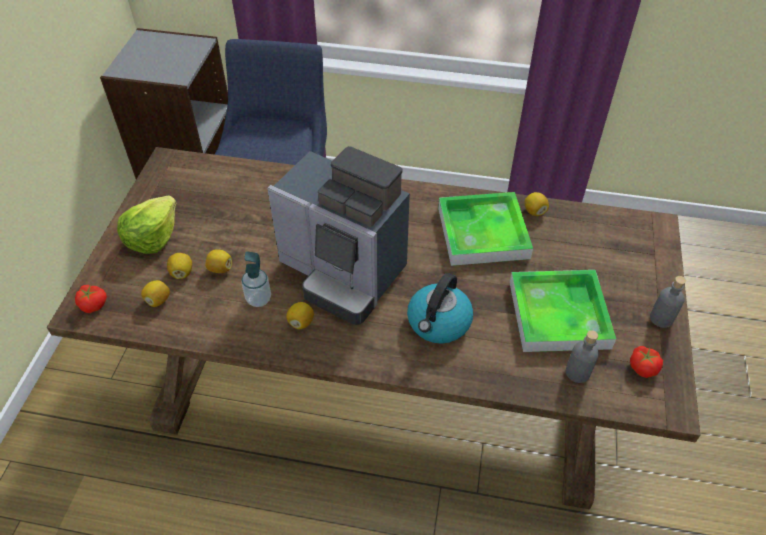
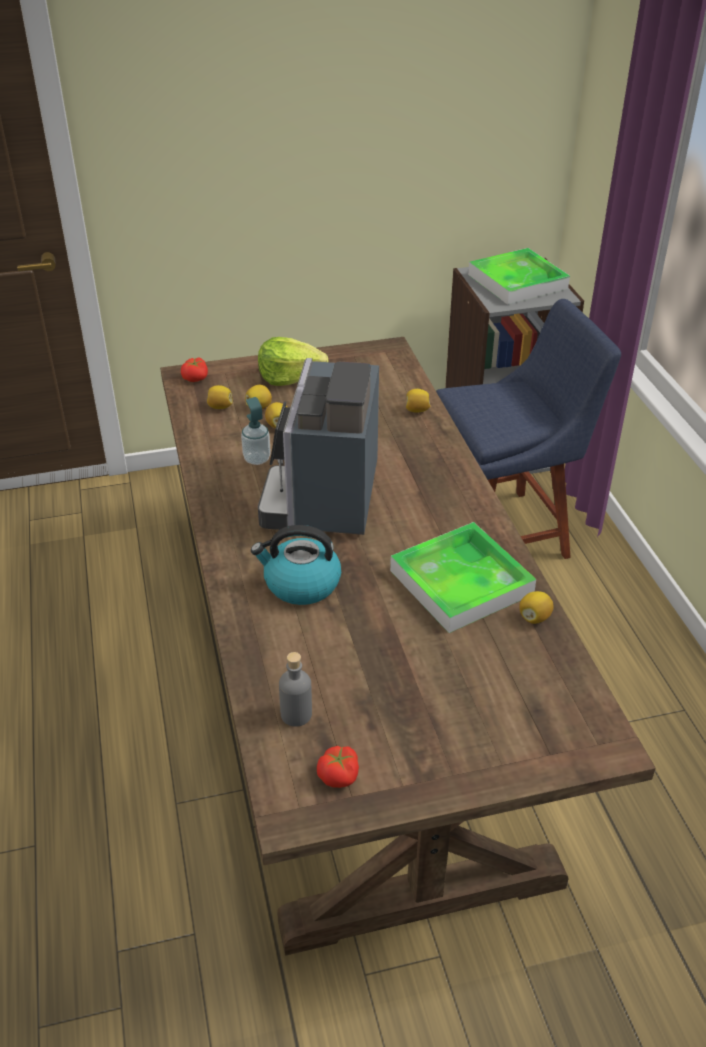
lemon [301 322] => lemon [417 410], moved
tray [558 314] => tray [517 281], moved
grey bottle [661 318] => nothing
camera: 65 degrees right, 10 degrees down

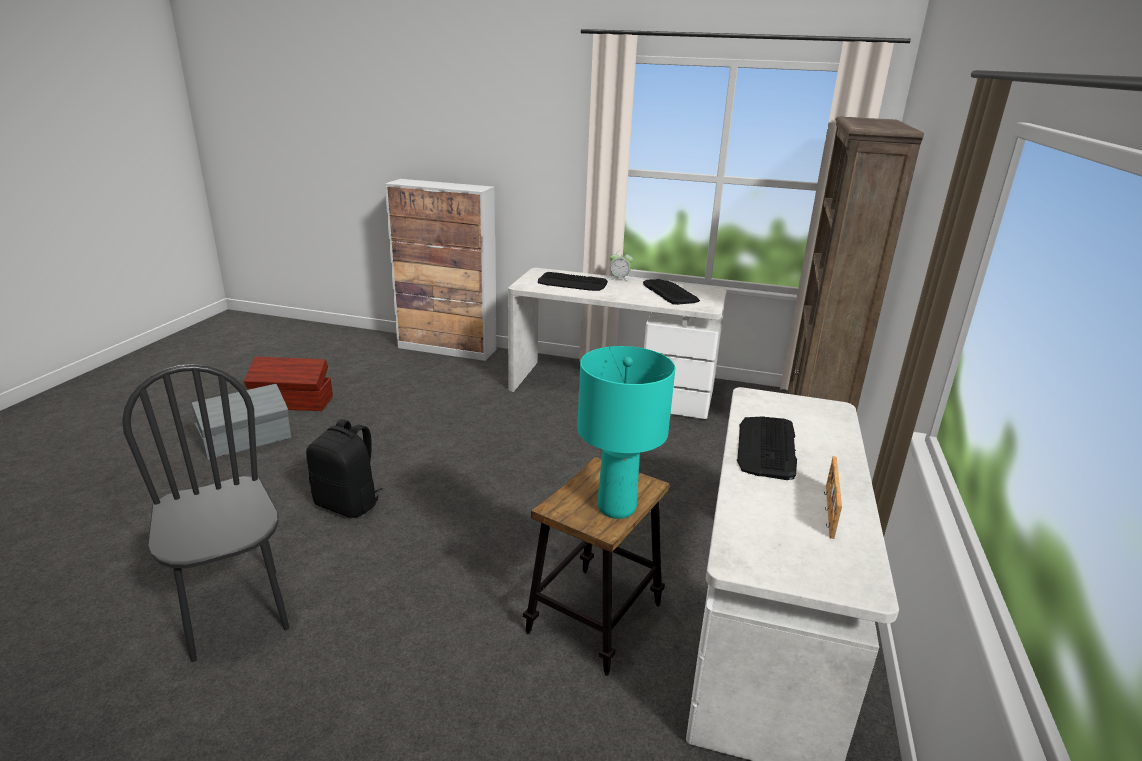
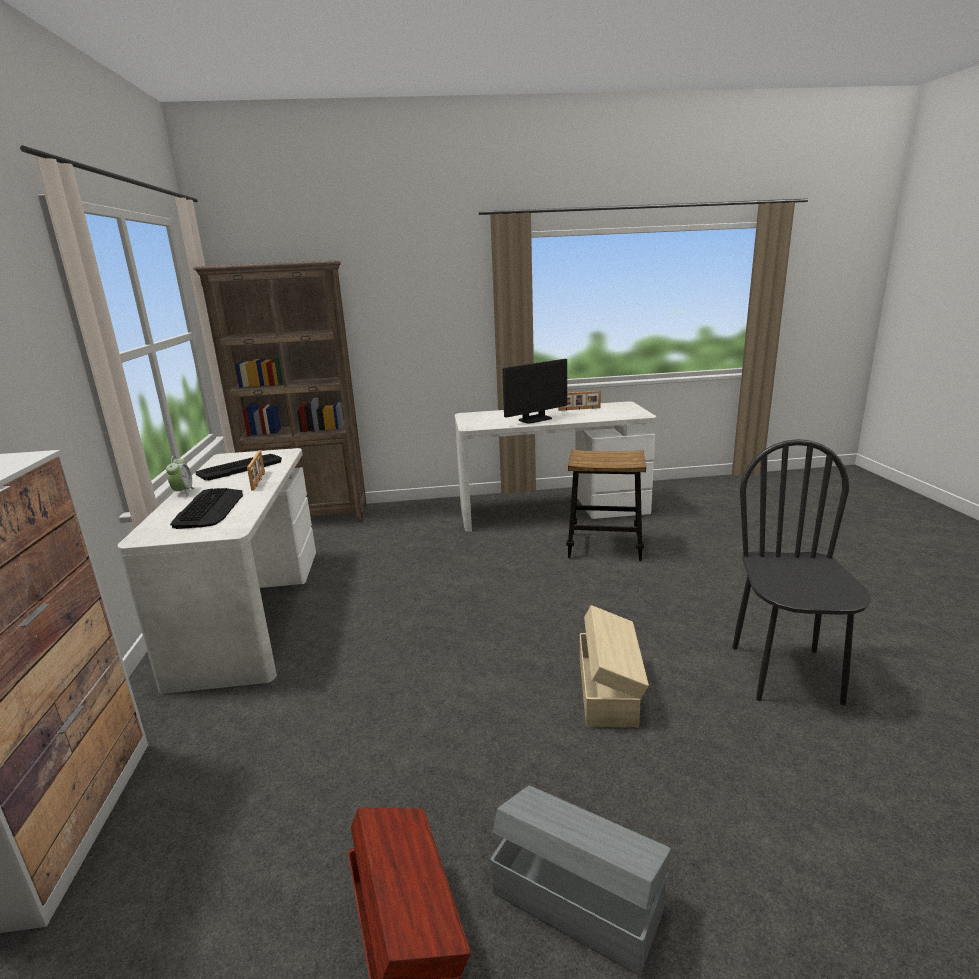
black chair [235 613] => black chair [786 674], 150 degrees clockwise
black backpack [348 504] => beige storage box [608 689]
turquoise table lamp [617 508] => nothing
keyboard [767 447] => monitor [535 419]
nothing => picture frame [259 480]
camera: 110 degrees left, 5 degrees down

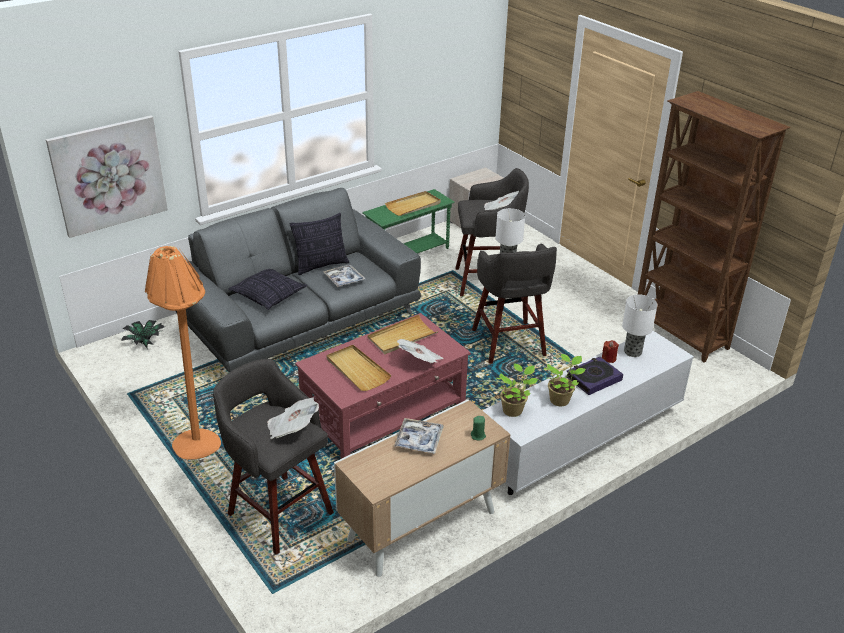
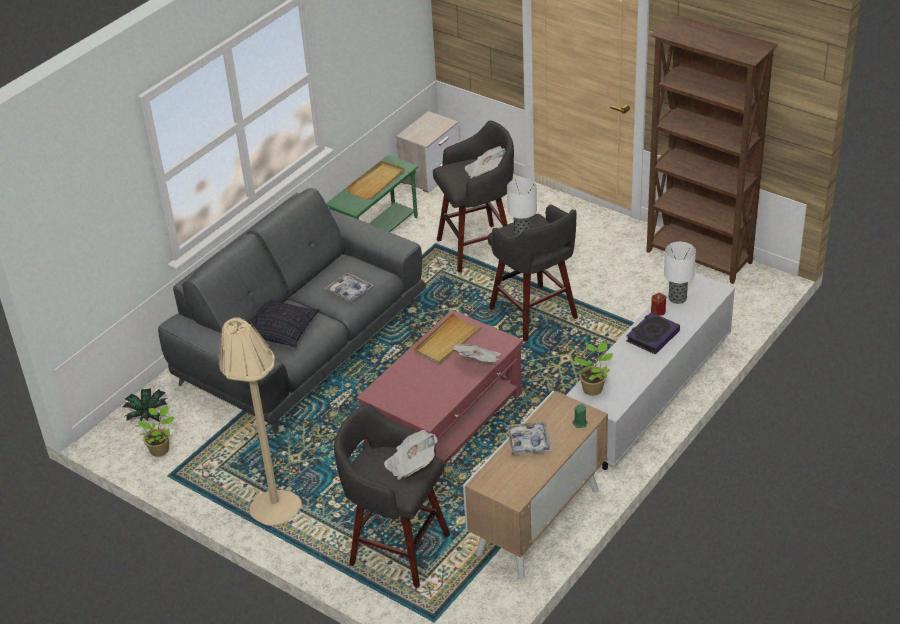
picture [109 175] => nothing
orange floor lamp [199 437] => beige floor lamp [273 499]
pillow [321 265] => nothing
beige tray [357 370] => nothing
potted plant [560 399] => potted plant [160 449], moved
camera: 15 degrees left, 5 degrees up

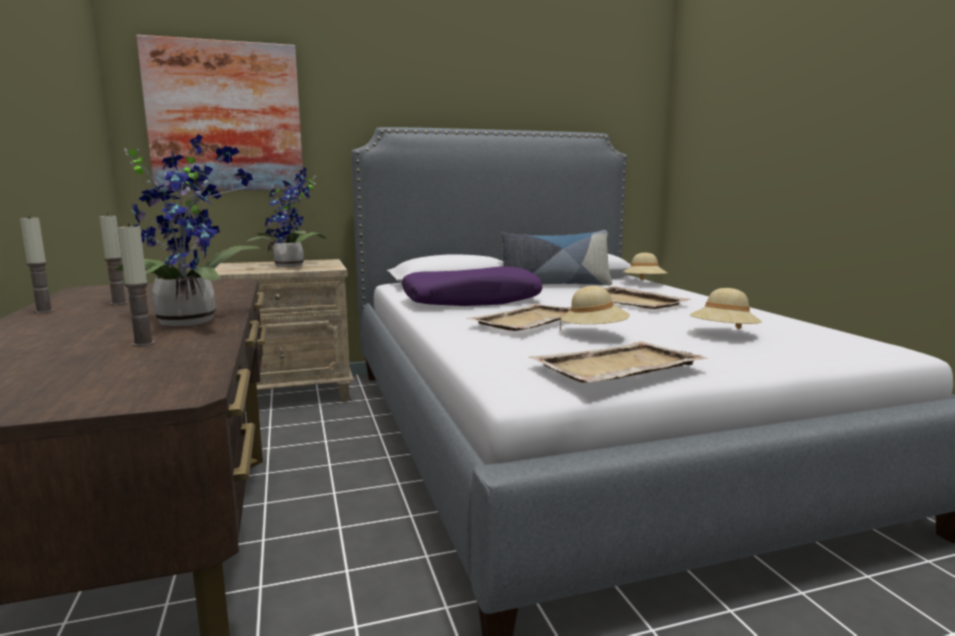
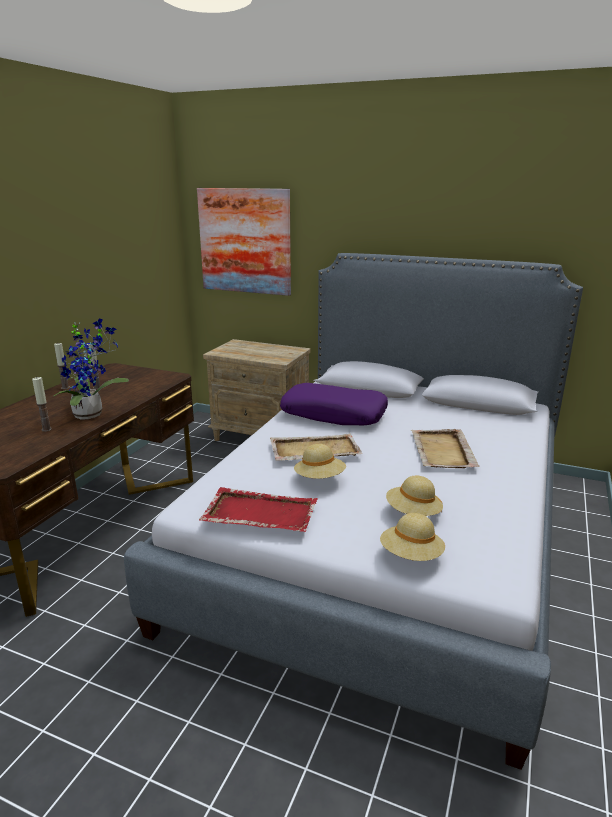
potted plant [292 266] => nothing
pillow [555 285] => nothing
beige tray [616 367] => red tray [259 513]
beige hat [644 283] => beige hat [411 555], moved
camera: 40 degrees right, 10 degrees up

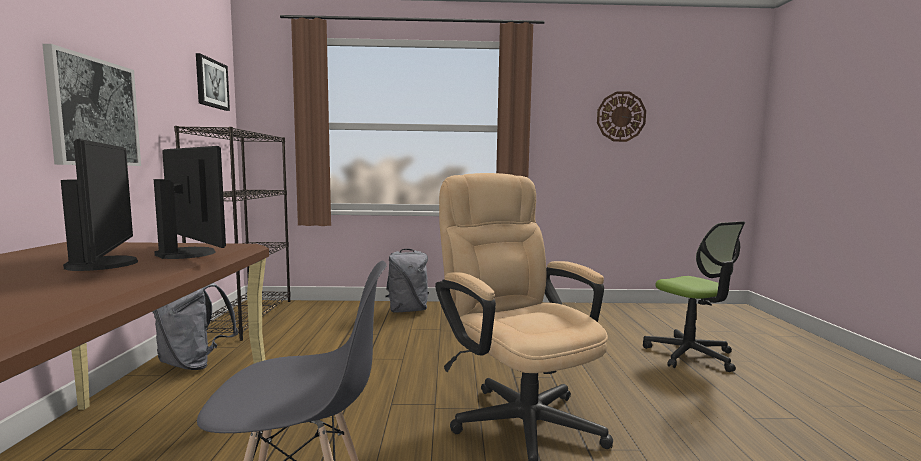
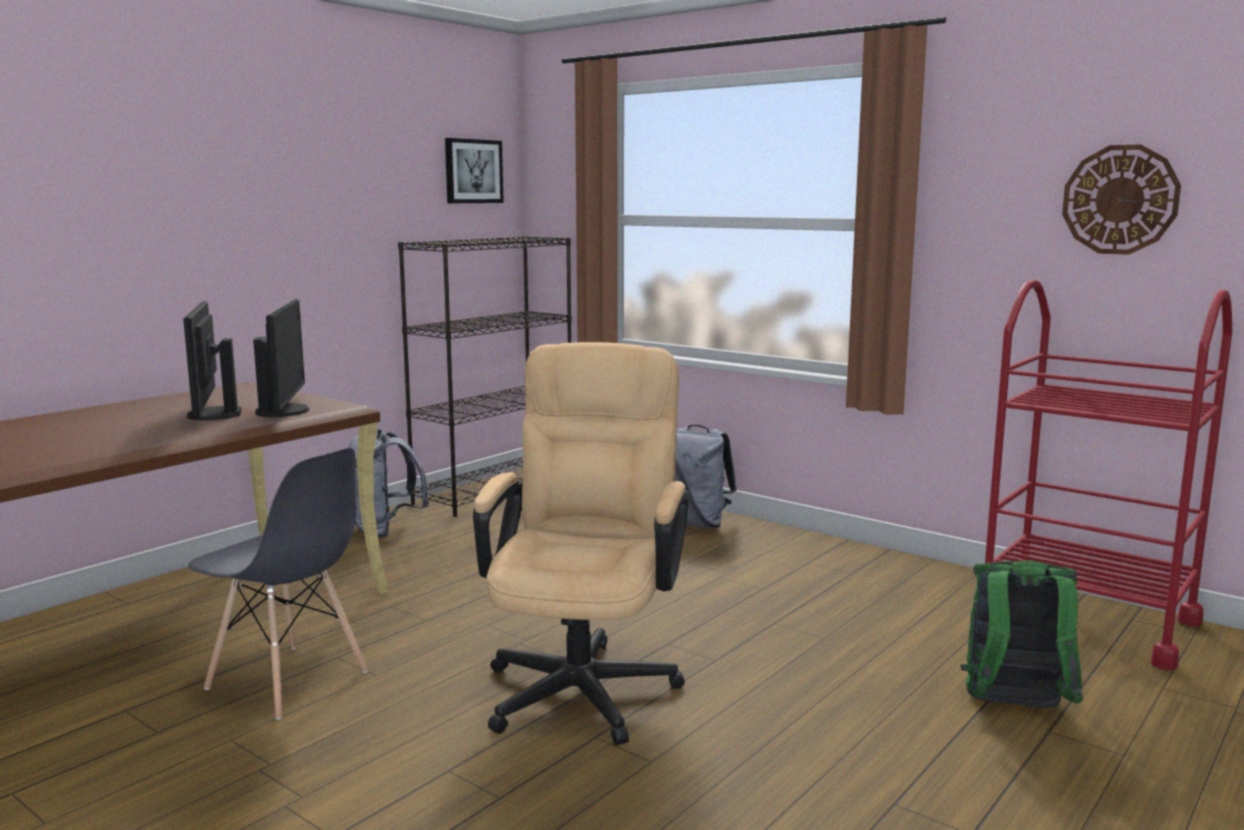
picture [94 112] => nothing
monitor [106 264] => monitor [212 415], 150 degrees clockwise
office chair [690 355] => green backpack [1014 708]
nothing => red cart [1086 620]
camera: 40 degrees right, 5 degrees up

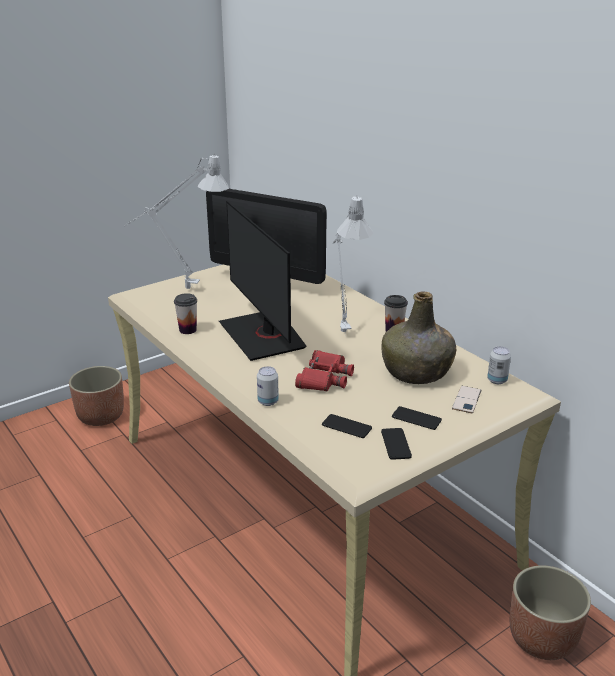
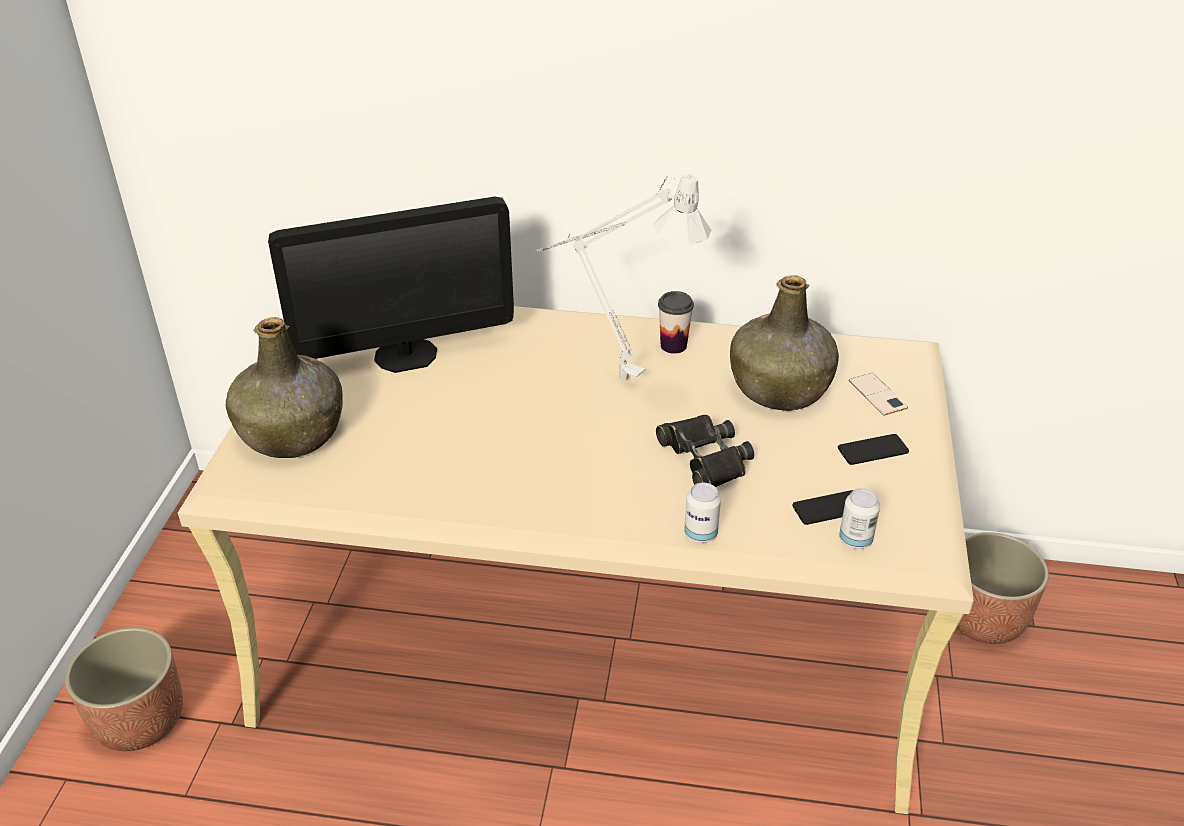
grey table lamp [181 289] => green bottle [293 433]
cup [188 330] => nothing
monitor [263 336] => nothing
red binoculars [324 378] => black binoculars [705 458]
phone [396 444] => nothing
can [497 380] => can [855 540], moved
camera: 45 degrees left, 10 degrees up

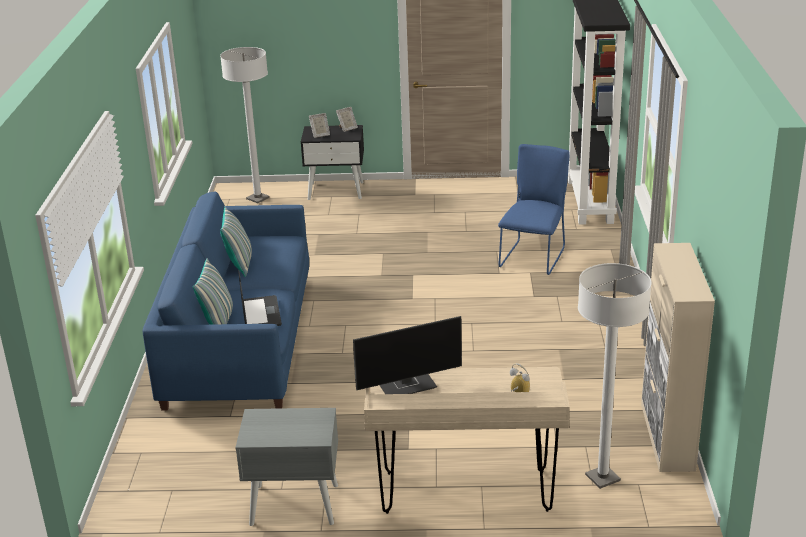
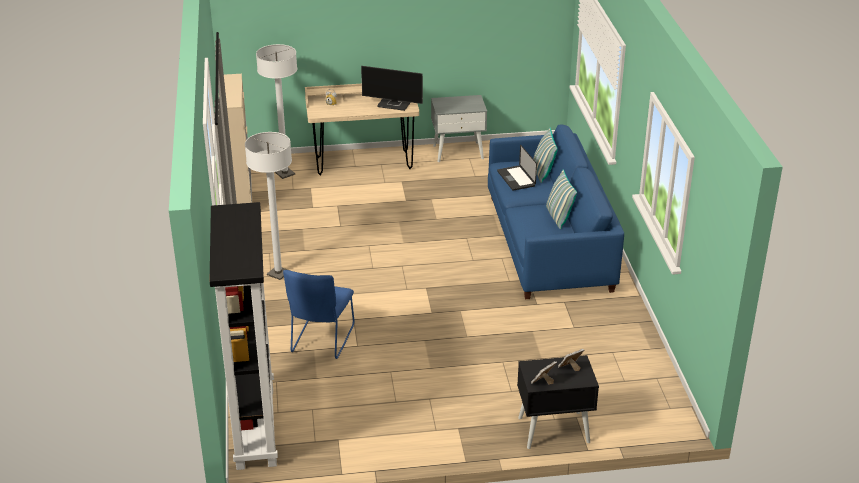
white floor lamp [258 198] => white floor lamp [278 273], moved
monitor [408 385] => monitor [394 105], 135 degrees counterclockwise
camera: 170 degrees right, 5 degrees up

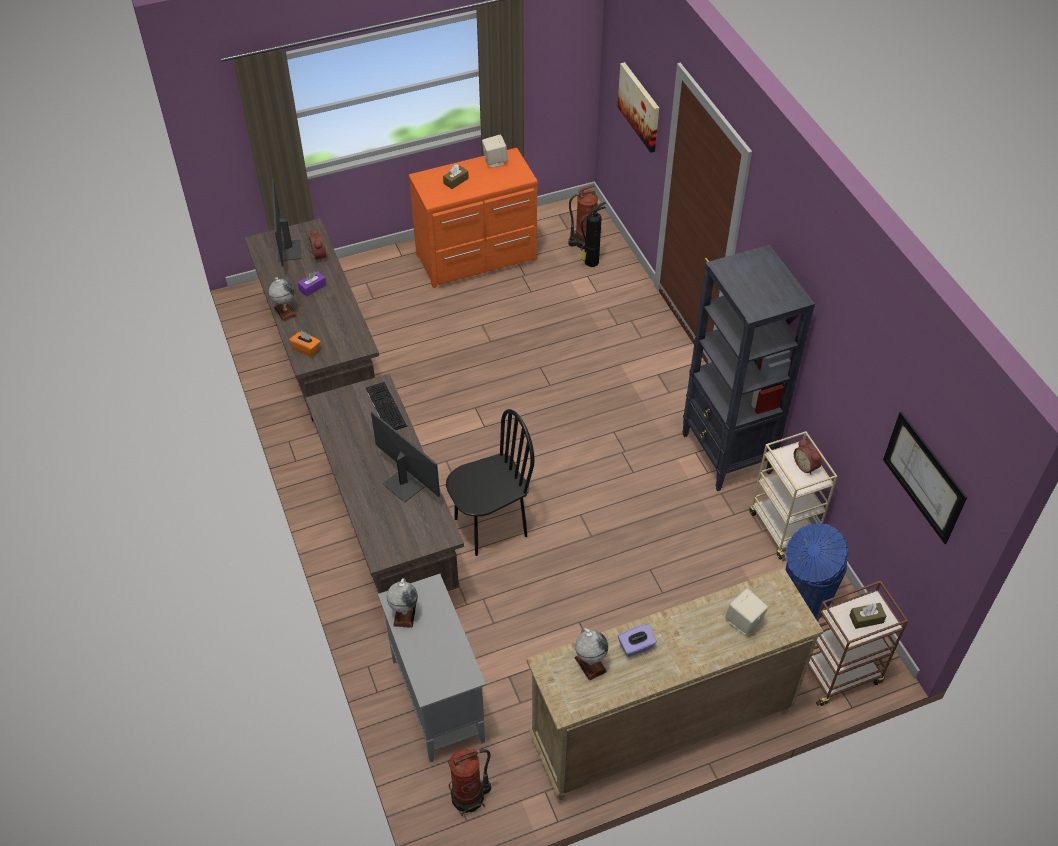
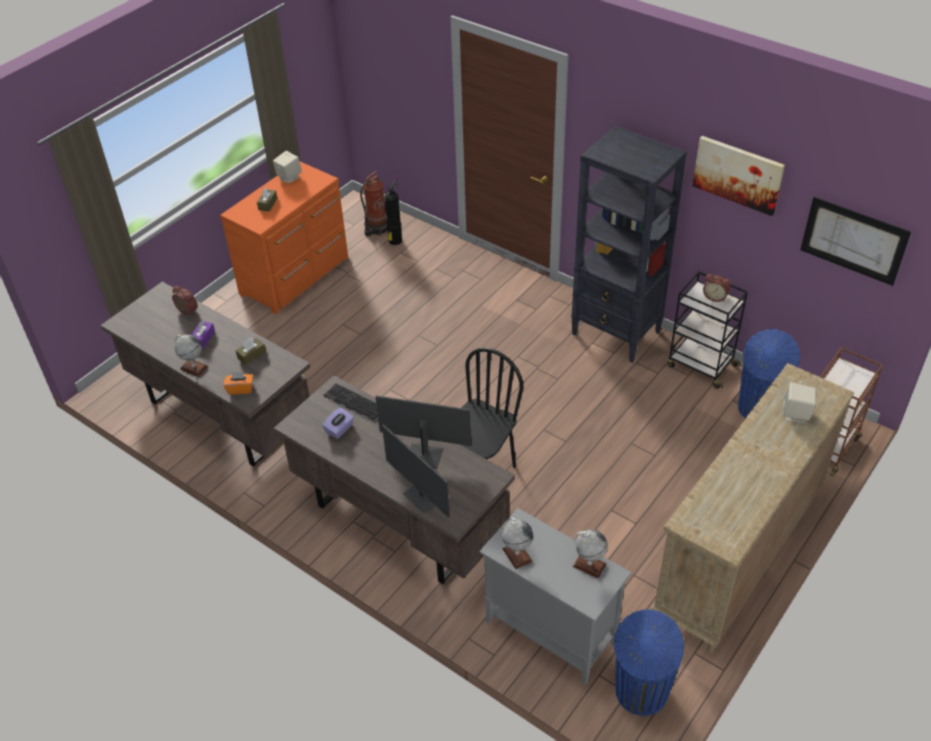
monitor [288 250] => monitor [423 497], moved
fire extinguisher [469 797] => blue trash can [640 693]
globe [590 664] => globe [589 565], moved
picture [640 106] => picture [738 174], moved
purple tissue box [636 646] => purple tissue box [339 429], moved
beige cart [783 527] => black cart [700 365]
brown tissue box [866 619] => brown tissue box [251 355], moved
camera: 30 degrees left, 5 degrees down

